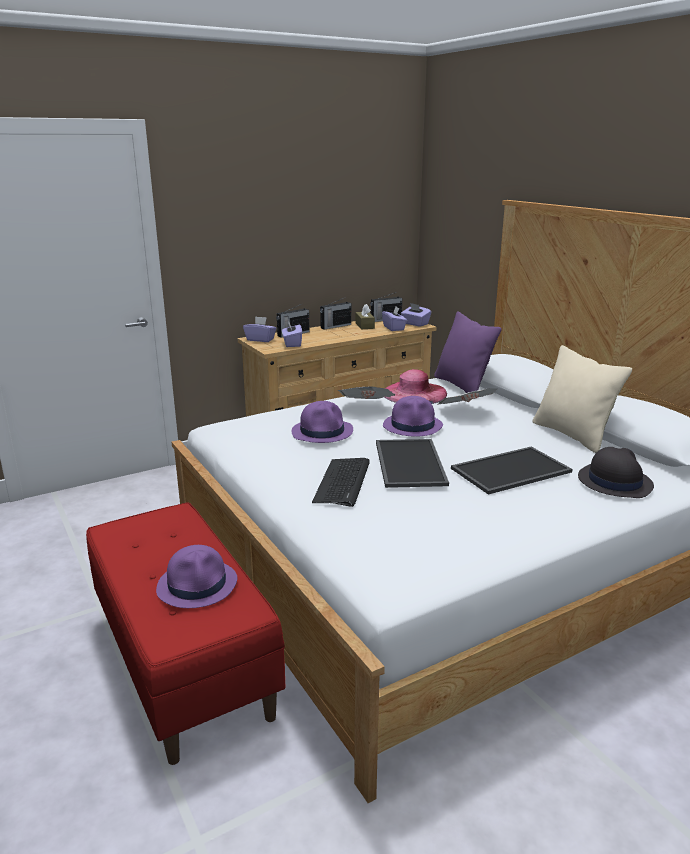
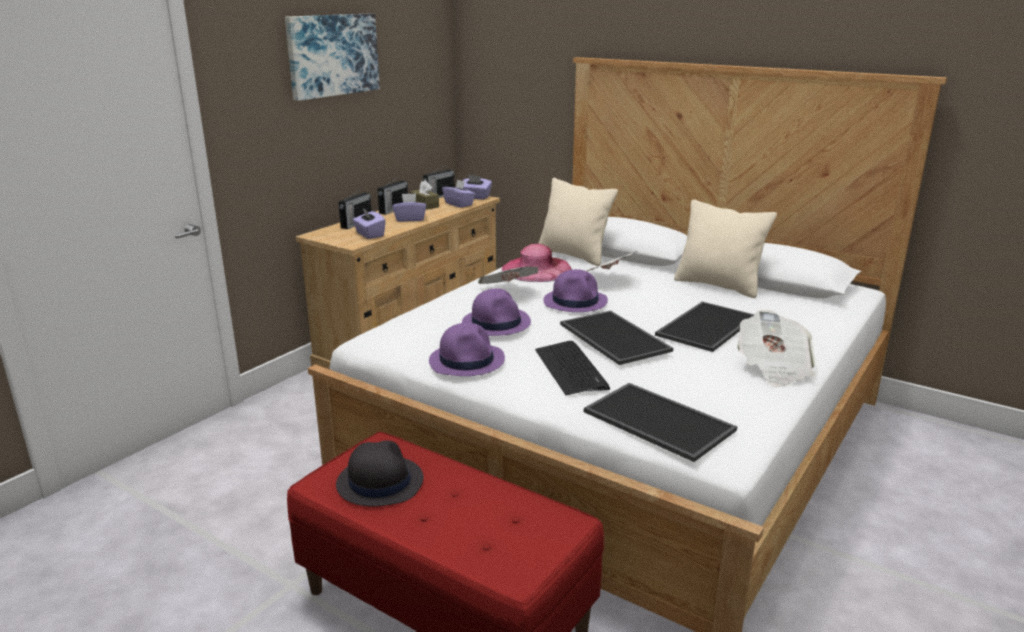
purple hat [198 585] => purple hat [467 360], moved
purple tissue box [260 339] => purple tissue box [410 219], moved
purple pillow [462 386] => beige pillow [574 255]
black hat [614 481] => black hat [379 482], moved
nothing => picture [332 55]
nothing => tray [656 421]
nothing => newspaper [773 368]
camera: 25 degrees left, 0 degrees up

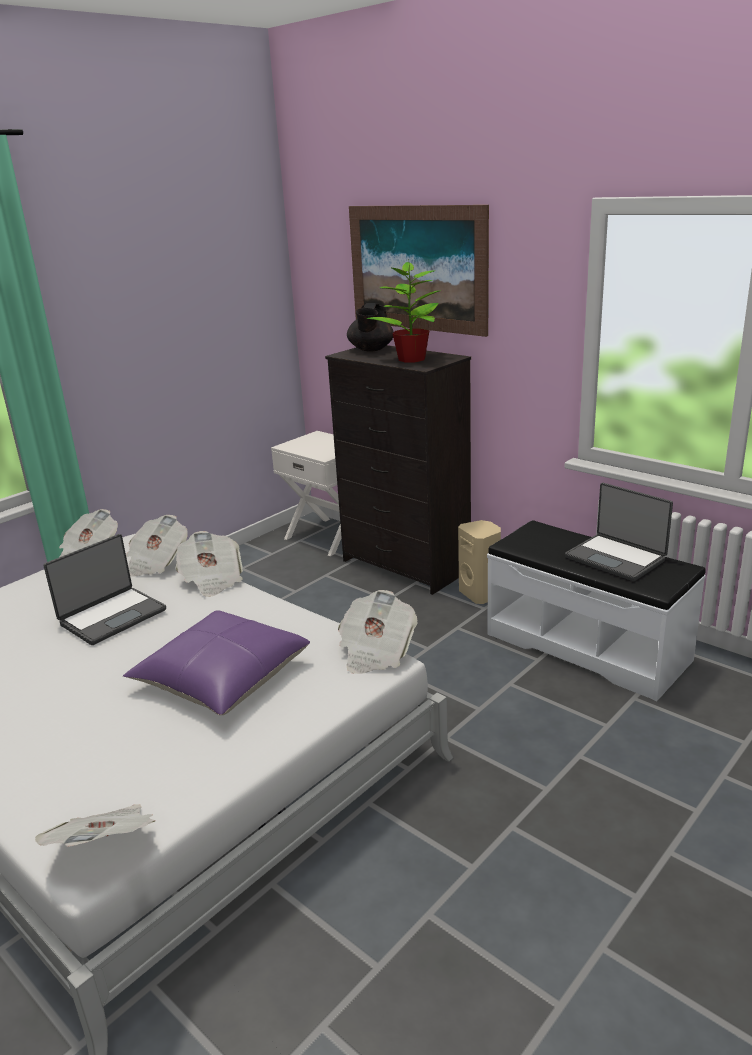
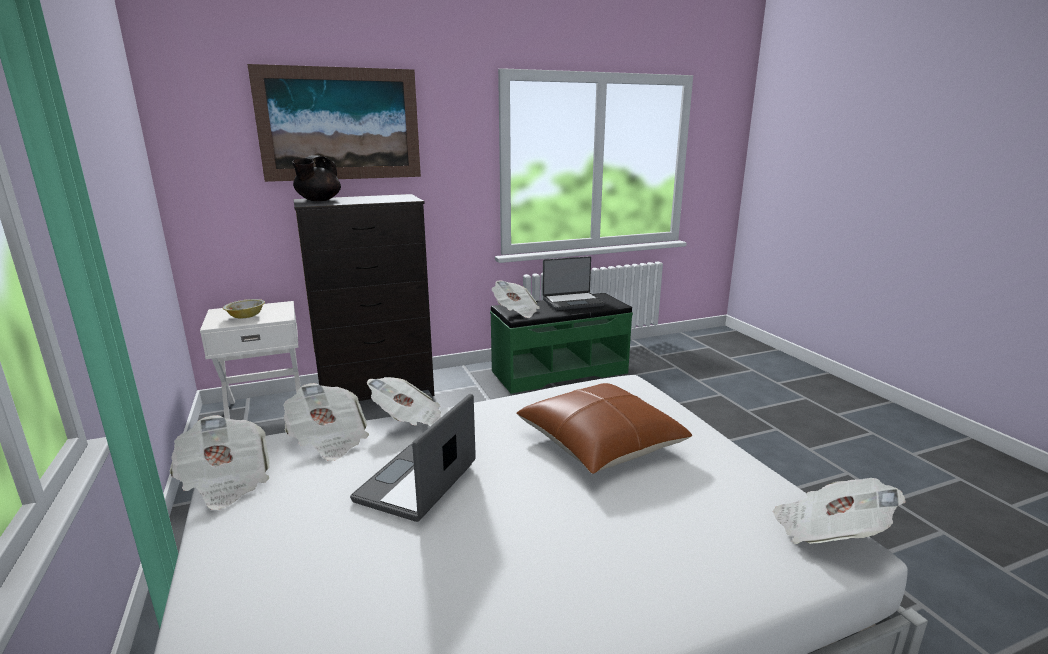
laptop [112 616] => laptop [418 483], 135 degrees counterclockwise
purple pillow [222 678] => brown pillow [600 443]
newspaper [376 652] => newspaper [516 311], moved
black teapot [371 350] => black teapot [318 200], 75 degrees clockwise
potted plant [411 359] => nothing
beige speaker [481 594] => nothing
white bench [587 646] => green bench [559 371]
nothing => bowl [246 316]
camera: 65 degrees left, 5 degrees down

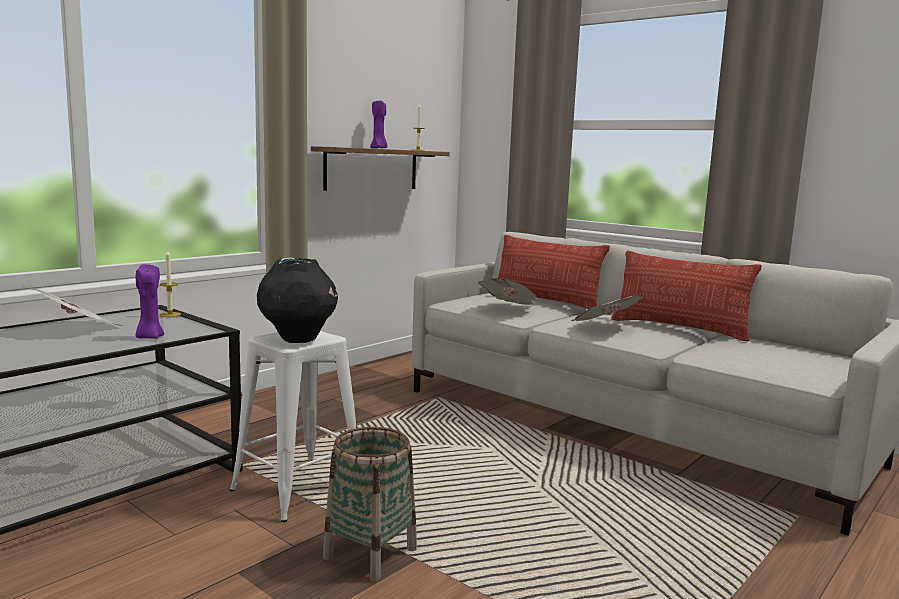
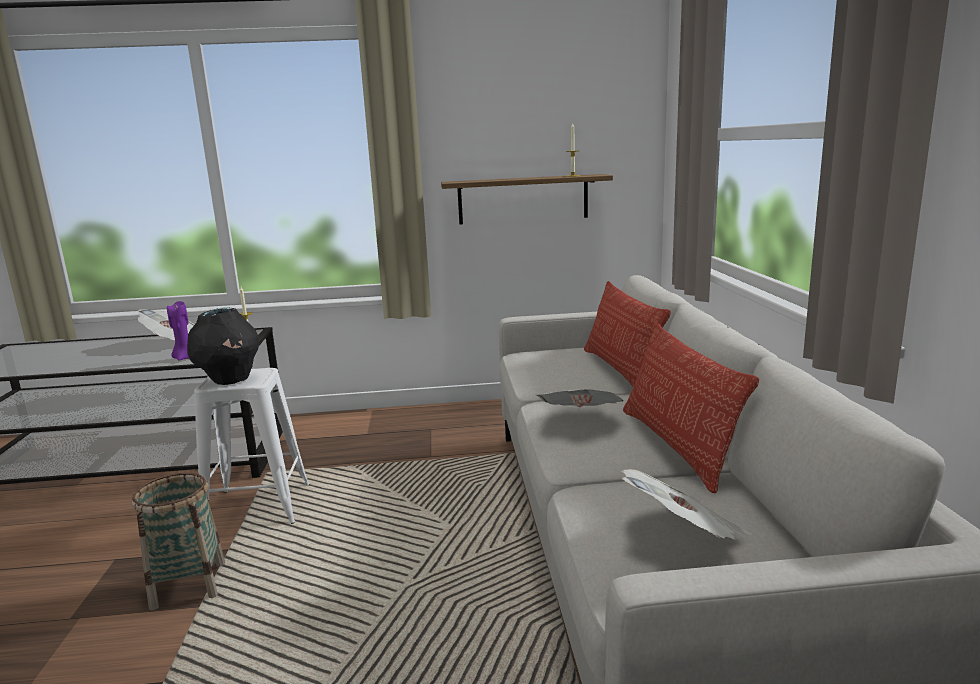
purple candle [379 148] => nothing
newspaper [509 308] => newspaper [685 535], moved
camera: 45 degrees right, 5 degrees up

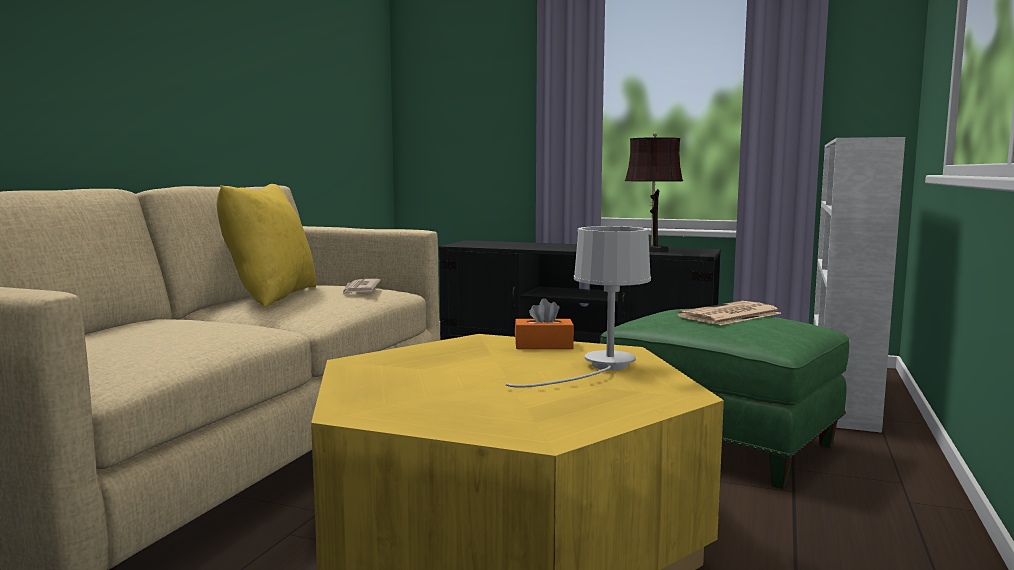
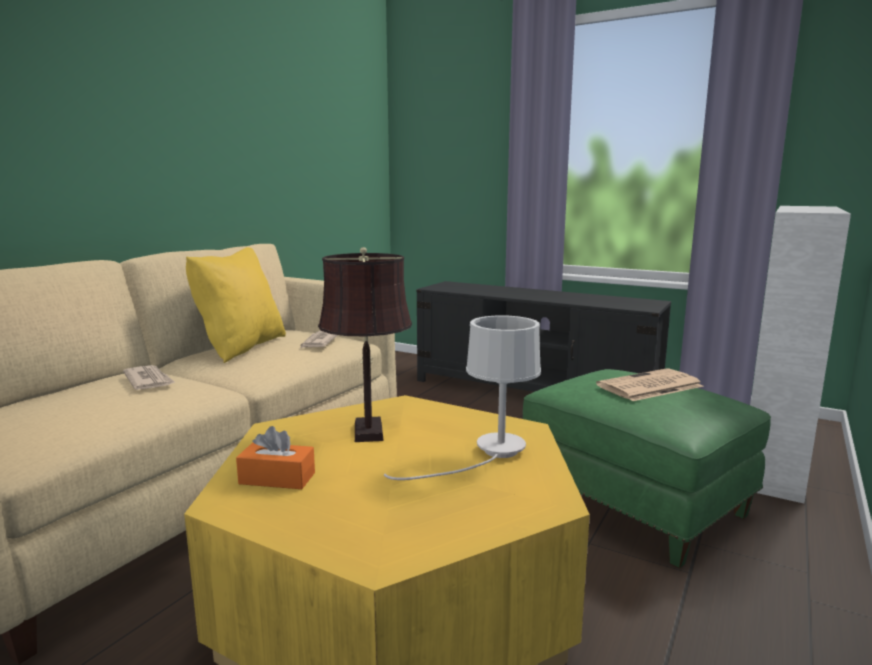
orange tissue box [543 345] => orange tissue box [277 478], moved
brown table lamp [652 250] => brown table lamp [368 429], moved
nothing => newspaper [149 380]
camera: 10 degrees right, 5 degrees up

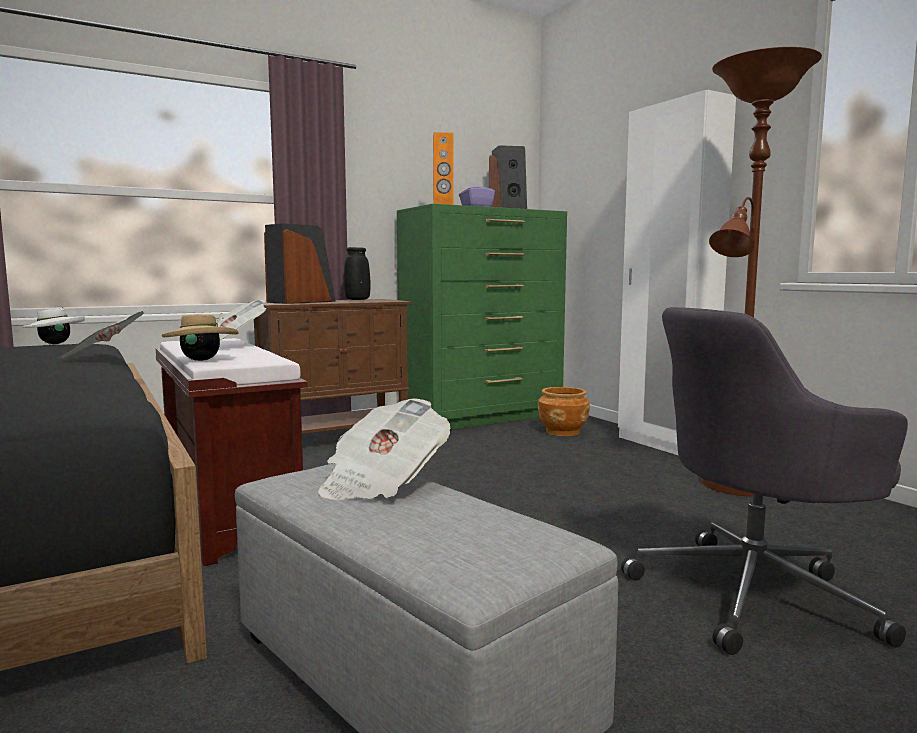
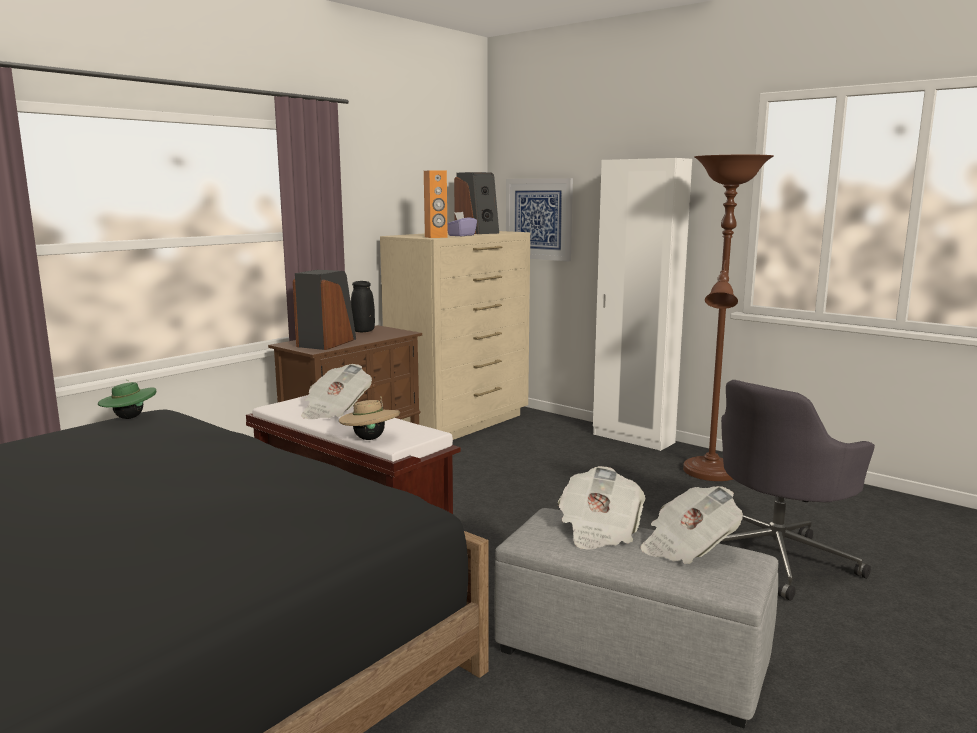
white hat [56 343] => green hat [129 417]
newspaper [103 358] => newspaper [687 547], moved
green dresser [483 417] => beige dresser [461 423]
brown planter [563 432] => nothing
nothing => picture [539 219]
camera: 20 degrees left, 5 degrees up

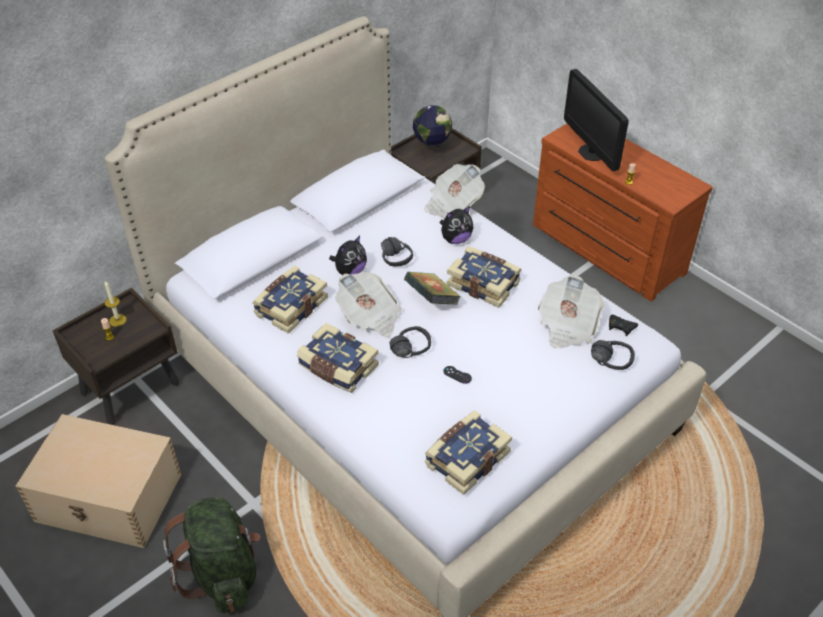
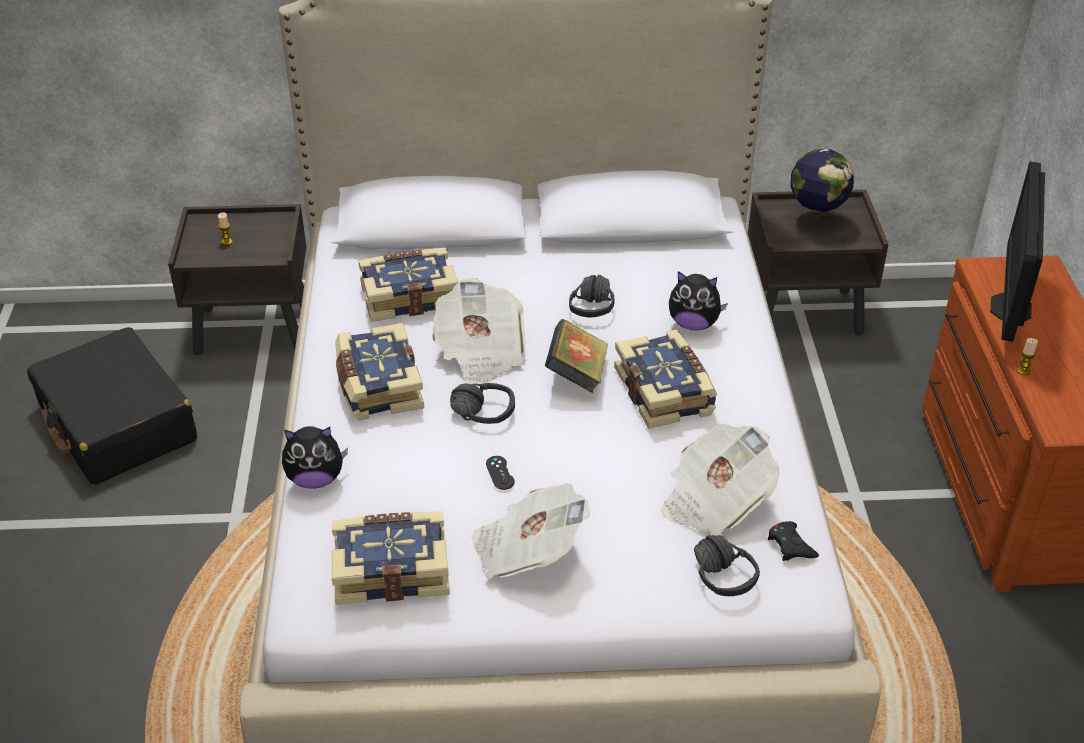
beige storage box [110 498] => black suitcase [117 424]
candle [117 320] => nothing
green backpack [223 574] => nothing
plush toy [350 272] => plush toy [315 479], moved
newspaper [452 204] => newspaper [527 551], moved
camera: 40 degrees right, 5 degrees down

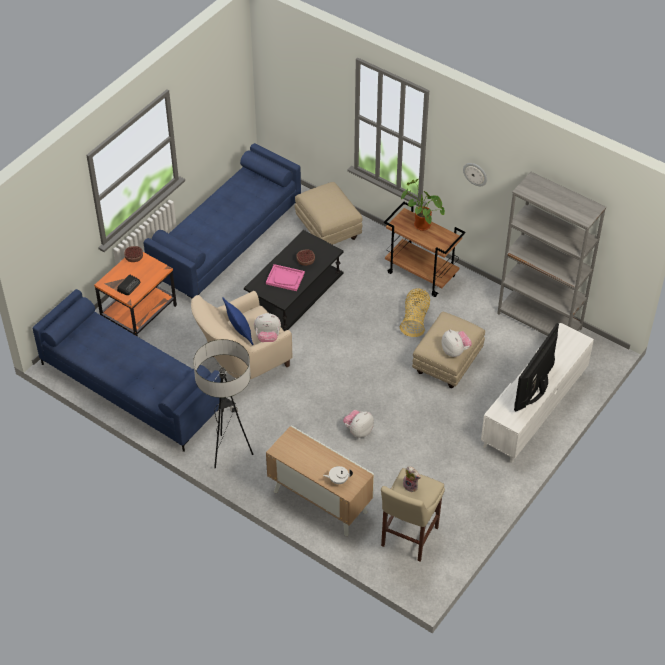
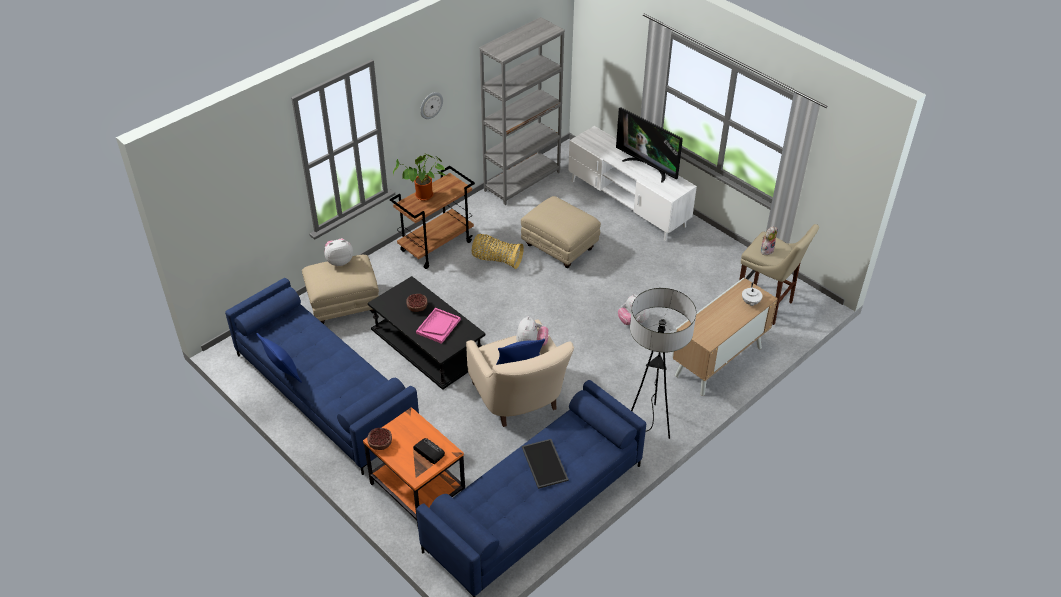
plush toy [455 351] => plush toy [339 261], moved
nothing => blue pillow [283 372]
nothing => tray [545 464]
camera: 80 degrees left, 5 degrees down

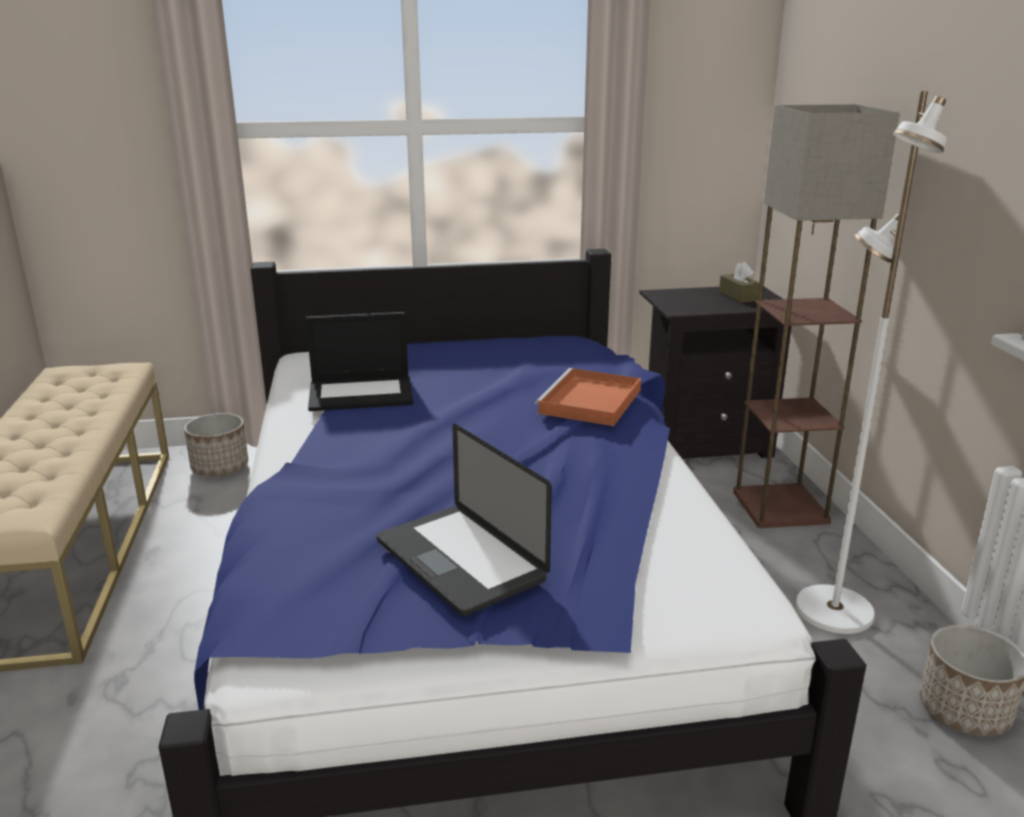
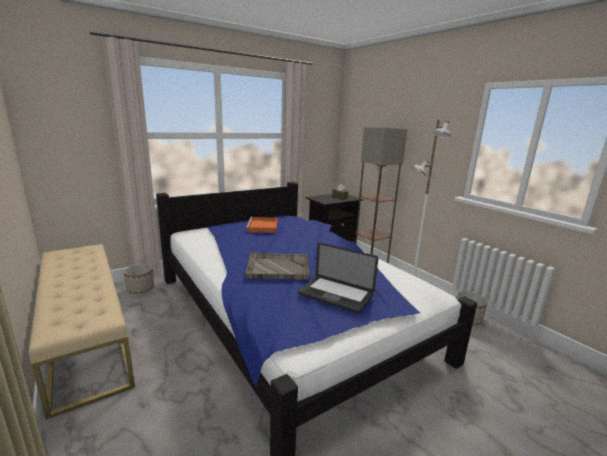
laptop [362 393] => nothing
orange tray [590 402] => orange tray [263 227], moved
nothing => grey tray [277 267]
camera: 25 degrees left, 5 degrees down

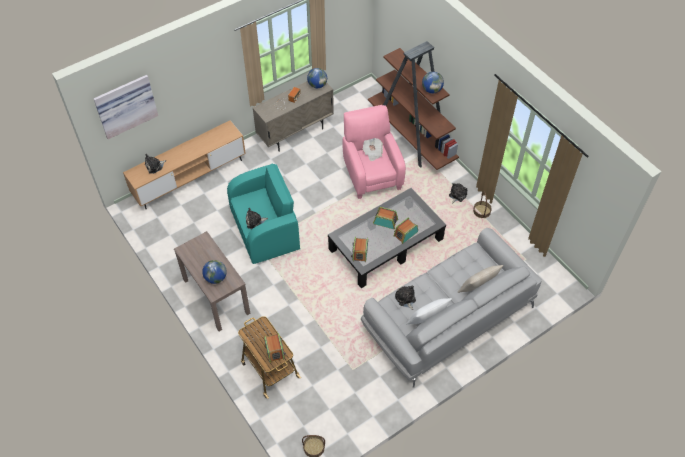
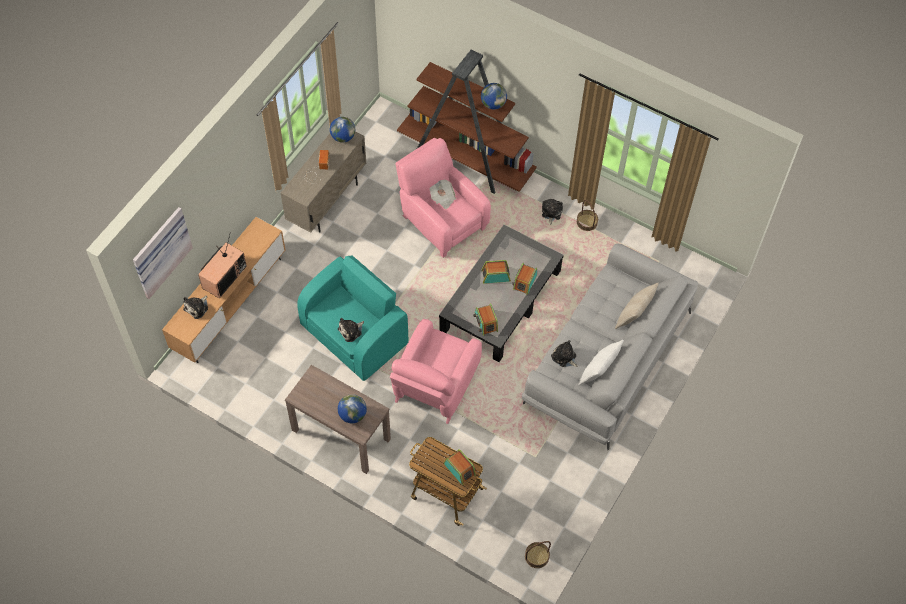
nothing => television [224 276]
nothing => pink armchair [434 387]
camera: 25 degrees left, 5 degrees up

